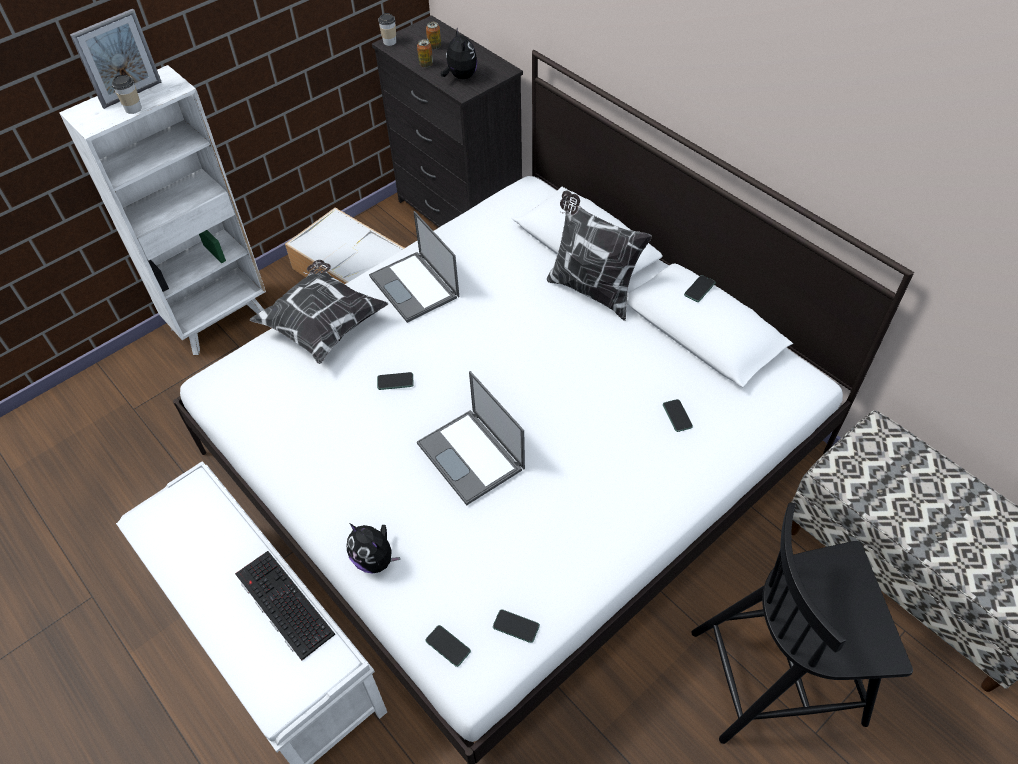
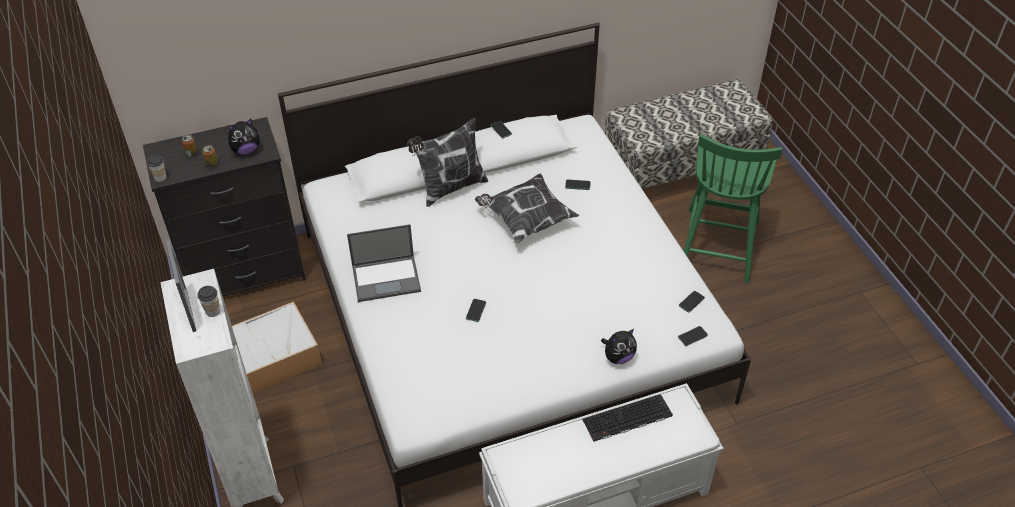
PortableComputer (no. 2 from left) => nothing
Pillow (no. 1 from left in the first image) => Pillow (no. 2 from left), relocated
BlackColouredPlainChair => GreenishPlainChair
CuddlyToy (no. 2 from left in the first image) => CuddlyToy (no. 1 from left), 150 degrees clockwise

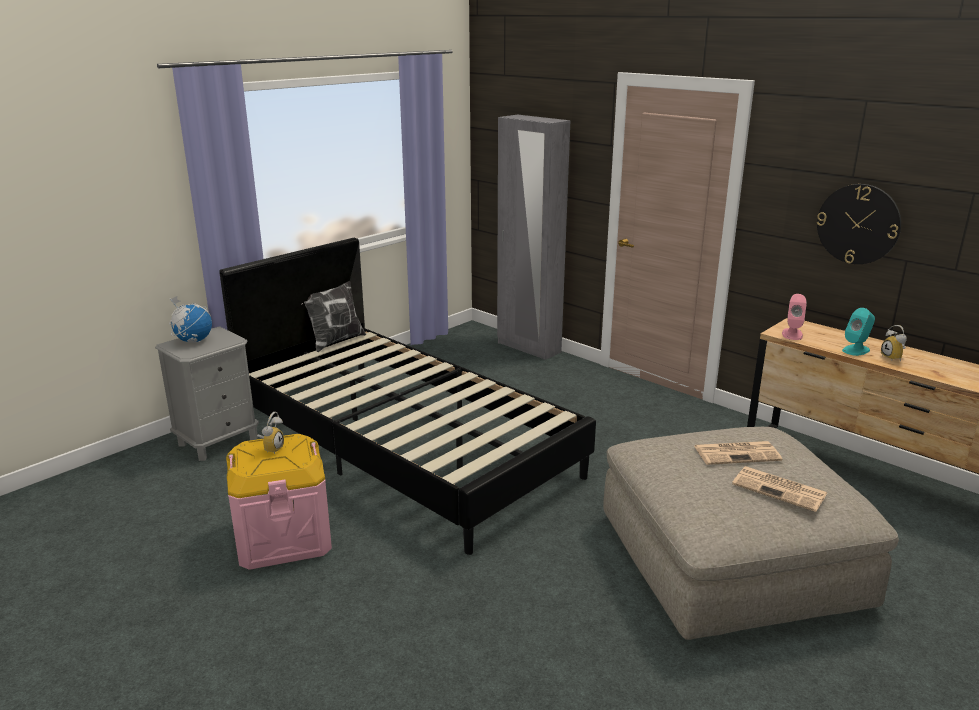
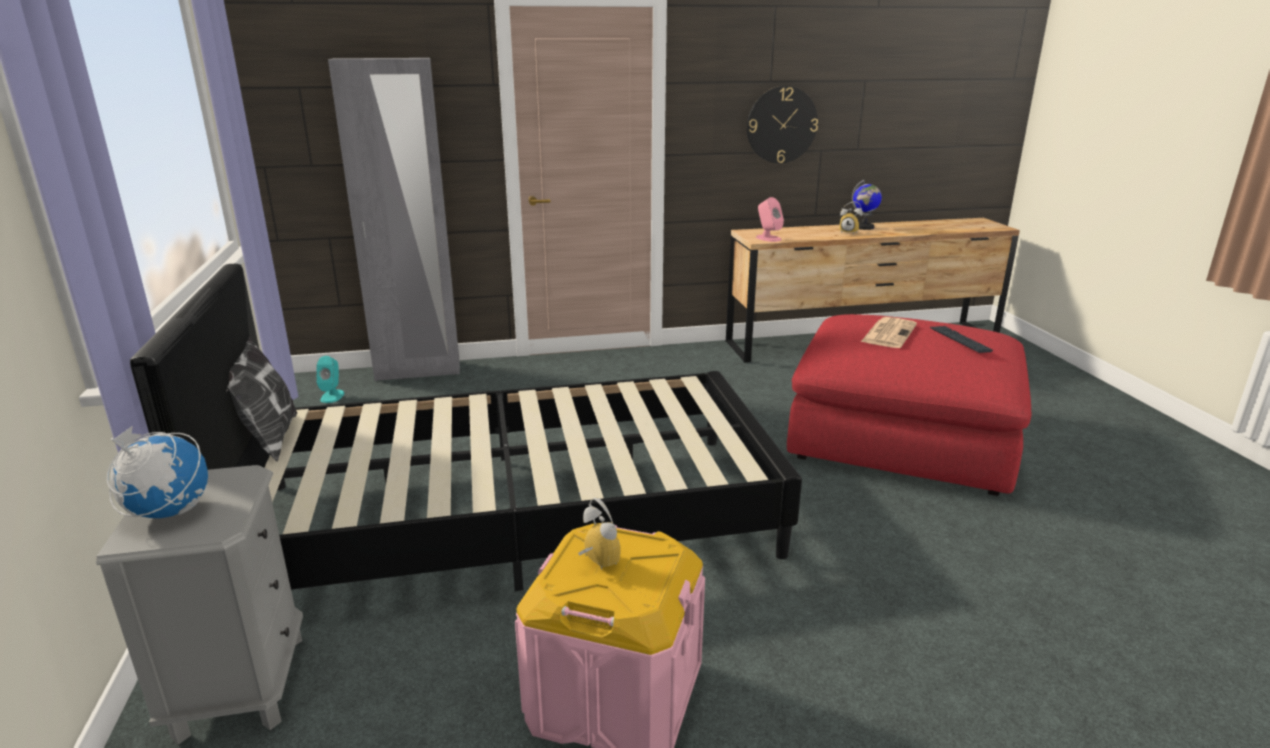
nothing => DeskGlobe (no. 2 from left)
TurquoiseSpeaker, relocated
DailyPaper (no. 2 from left) => Keyboard
BeigeColouredPouffe => RedColouredPouffe

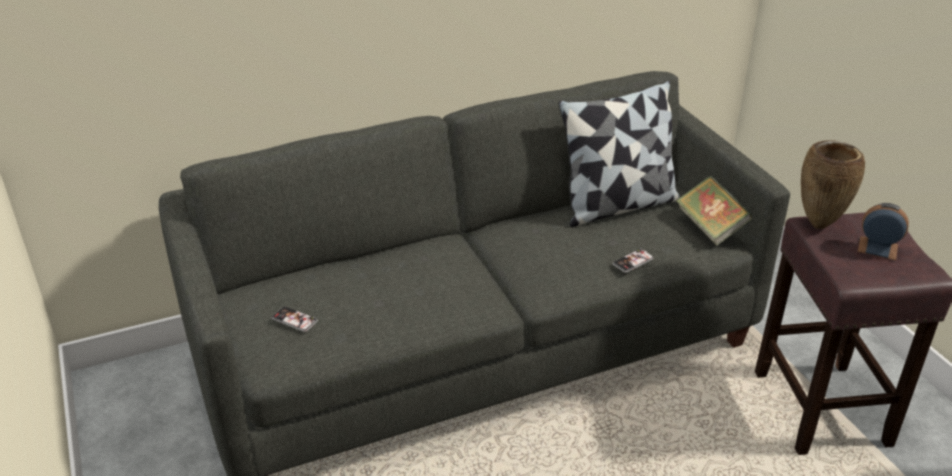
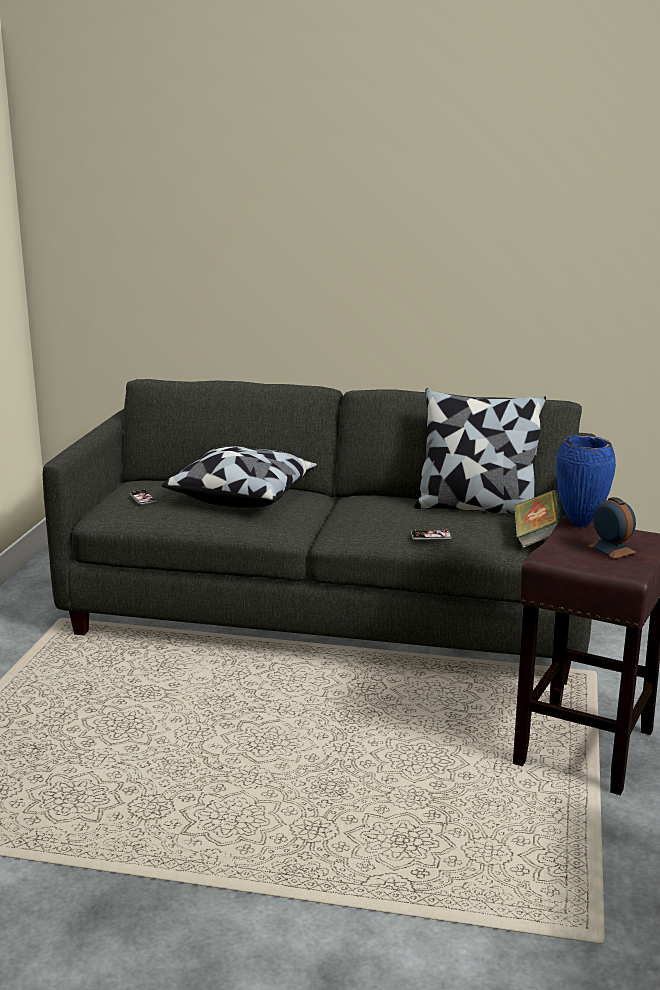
nothing => Pillow (no. 1 from left)
BrownColouredFlowerVase => BlueColouredFlowerVase

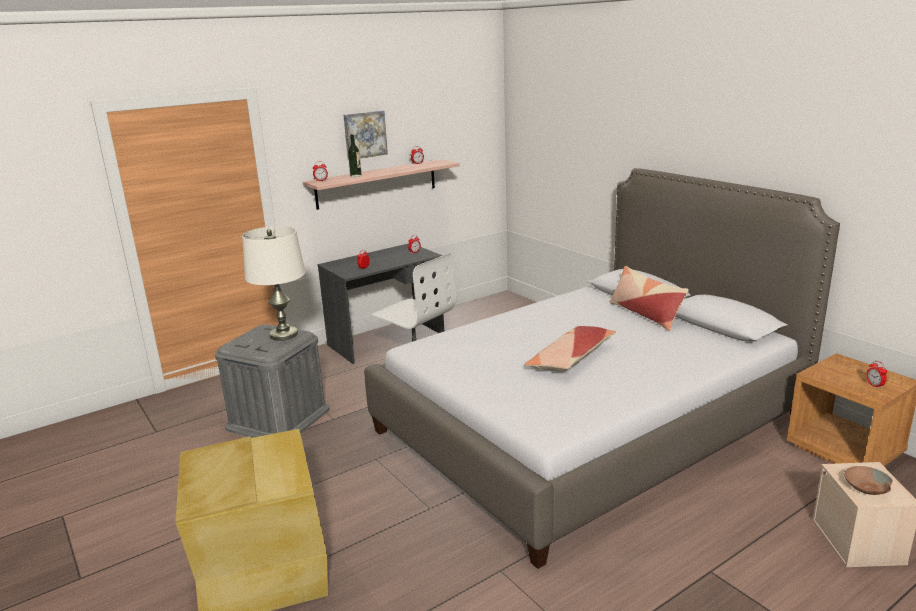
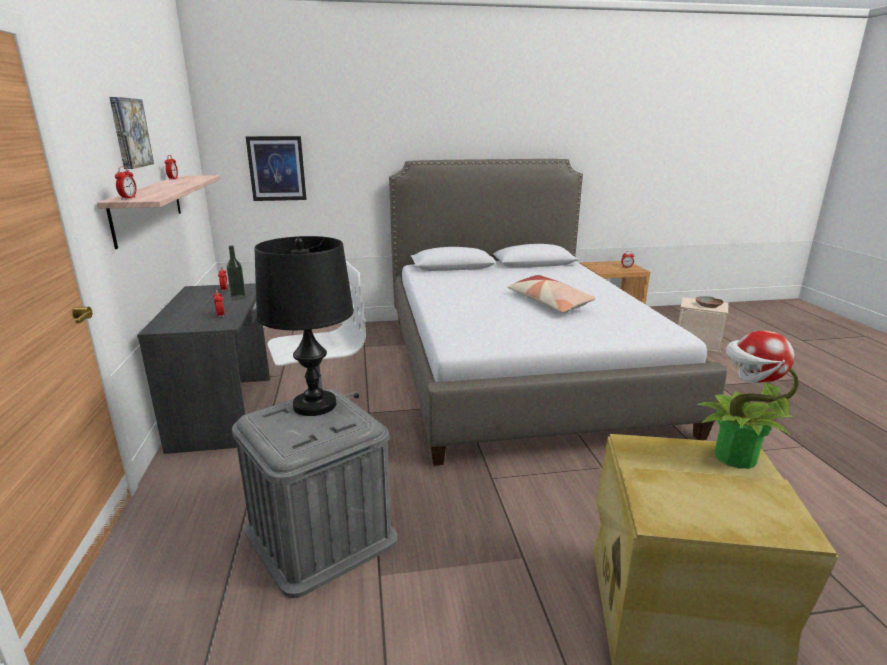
Pillow (no. 2 from left) => nothing
nothing => WallArt (no. 2 from left)
nothing => Houseplant
BeverageBottle, relocated
WhitishTabletopLamp => BlackColouredTabletopLamp

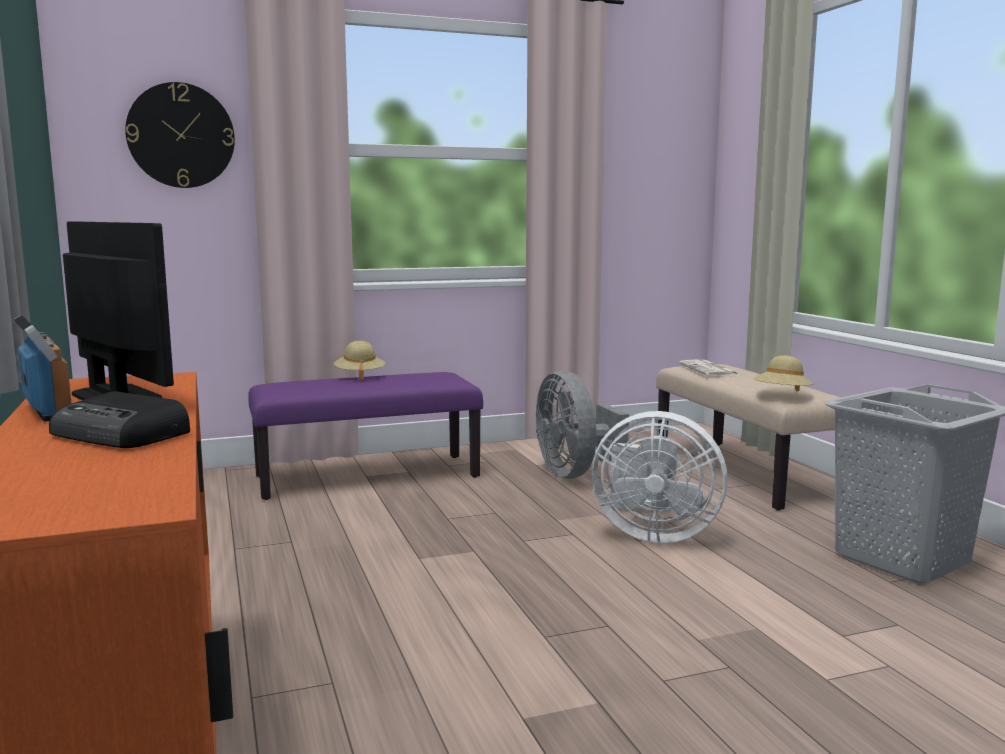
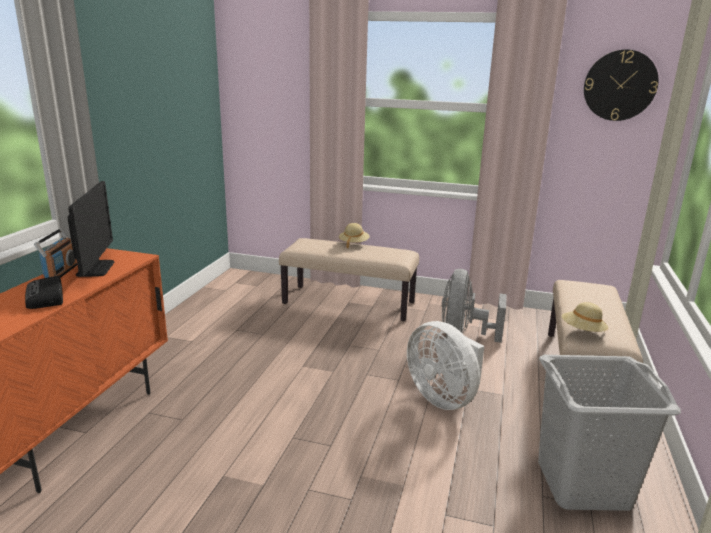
DailyPaper => nothing
ClockOnTheWall, relocated
PurpleLongSeat => BeigeColouredLongSeat (no. 1 from left)

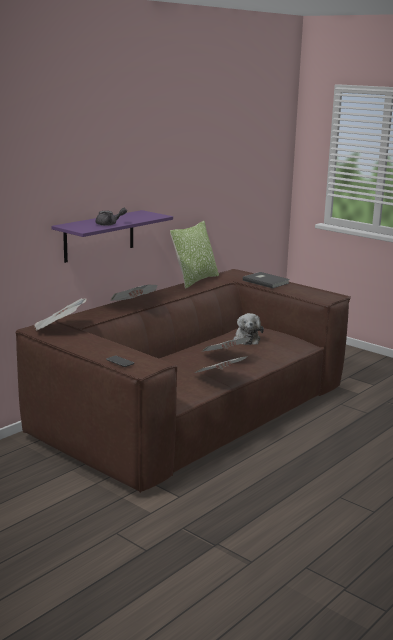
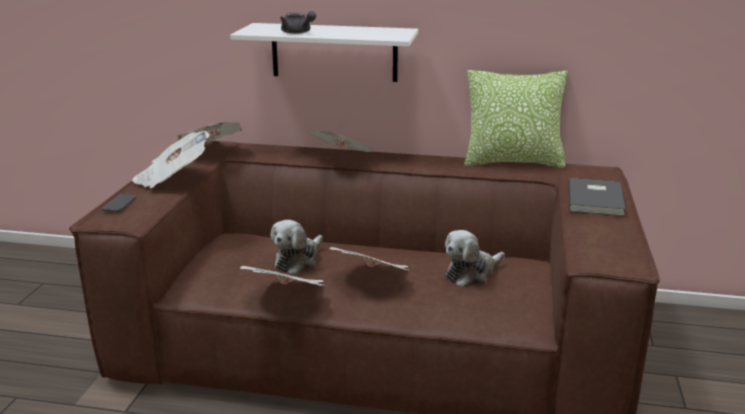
nothing => DailyPaper (no. 1 from left)
nothing => CuddlyToy (no. 1 from left)
PurpleShelf => WhitishShelf

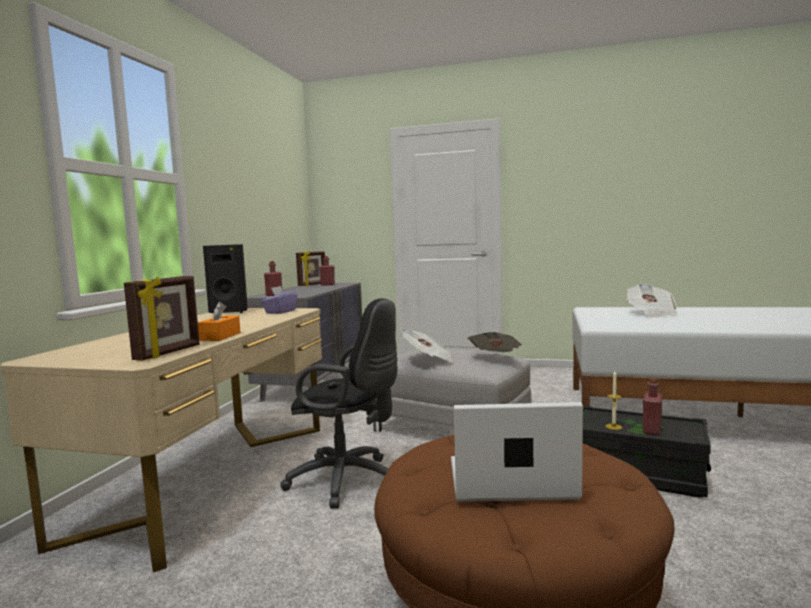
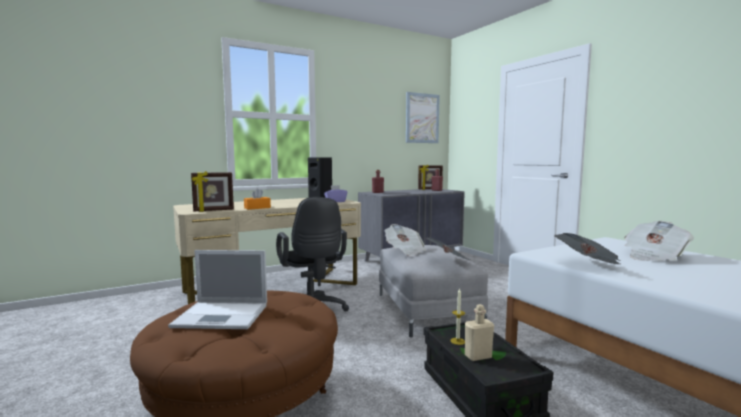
nothing => WallArt
nothing => DailyPaper (no. 3 from left)
RedColouredBeverageBottle (no. 3 from left) => BeigeColouredBeverageBottle
PortableComputer, 135 degrees clockwise

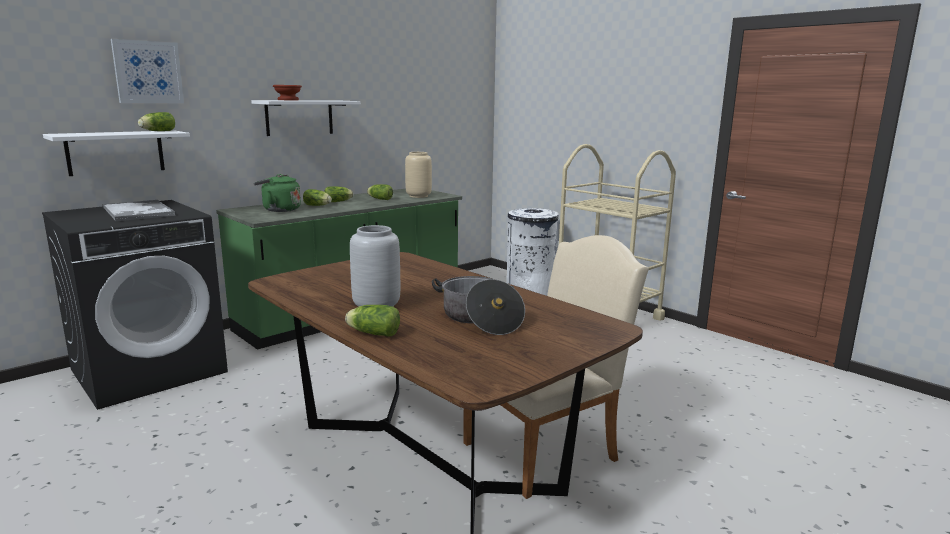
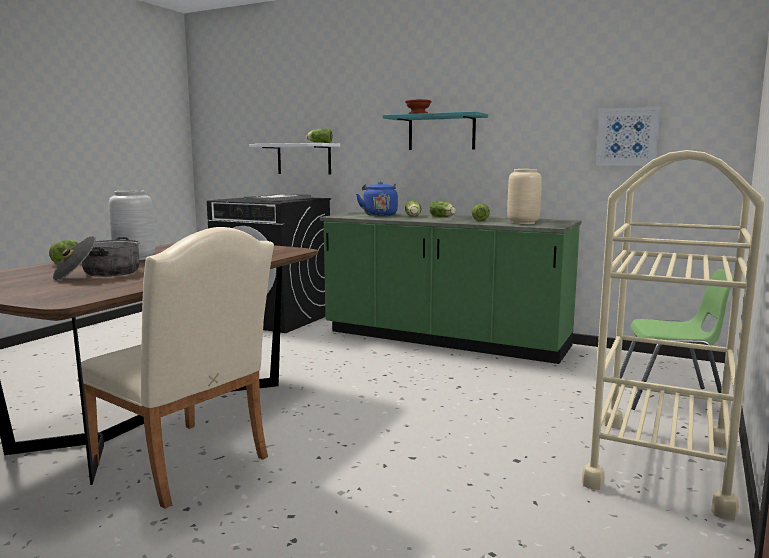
WallArt, relocated
WhitishTrashCan => GreenishPlainChair
WhitishShelf (no. 2 from left) => TurquoiseShelf
GreenishTeaKettle => BlueColouredTeaKettle

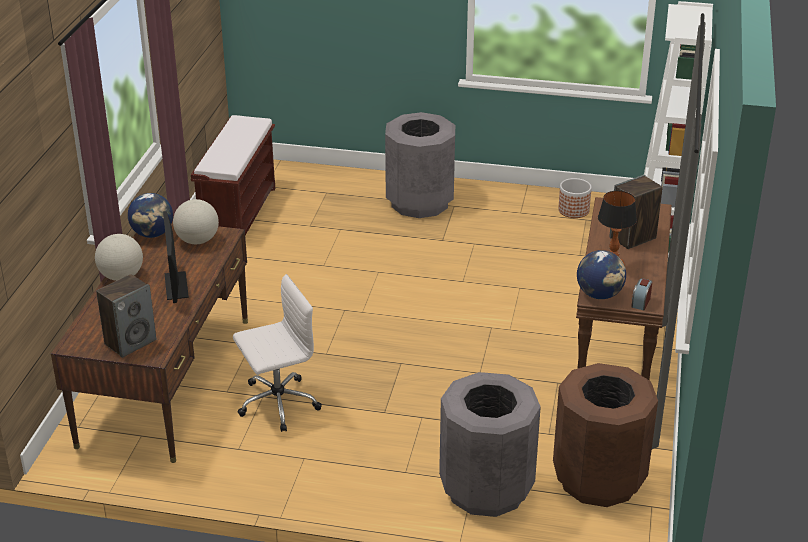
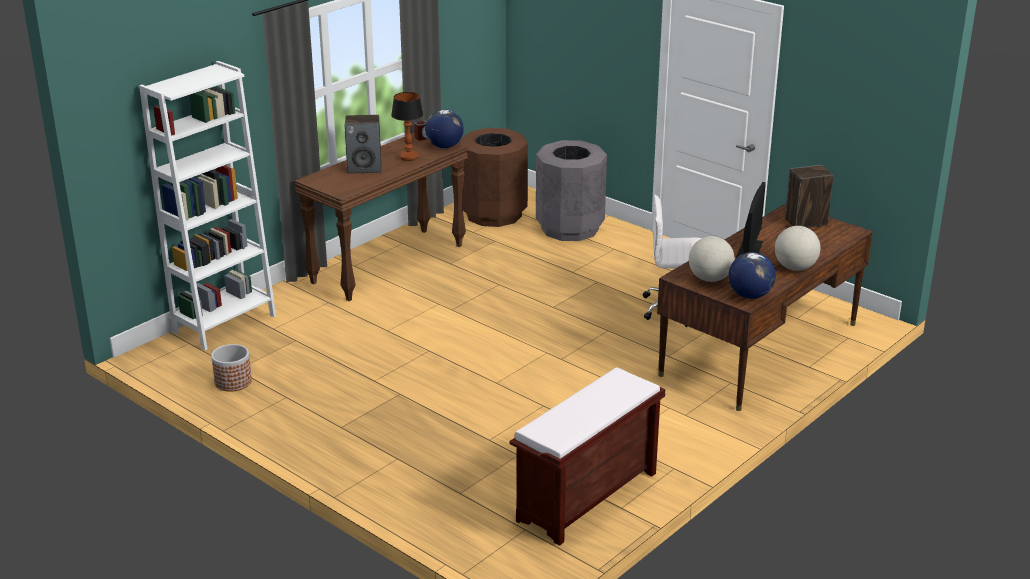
GreyishTrashCan (no. 1 from left) => nothing

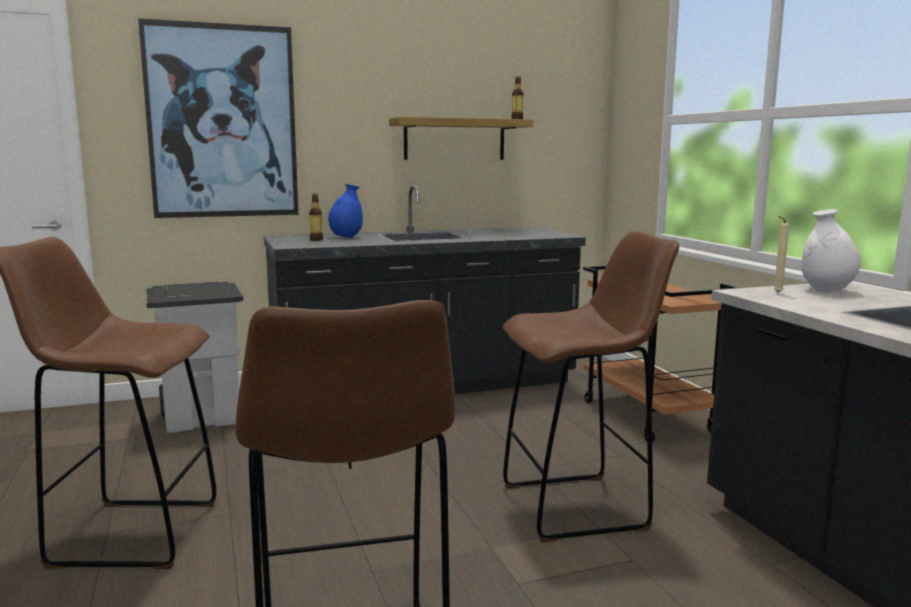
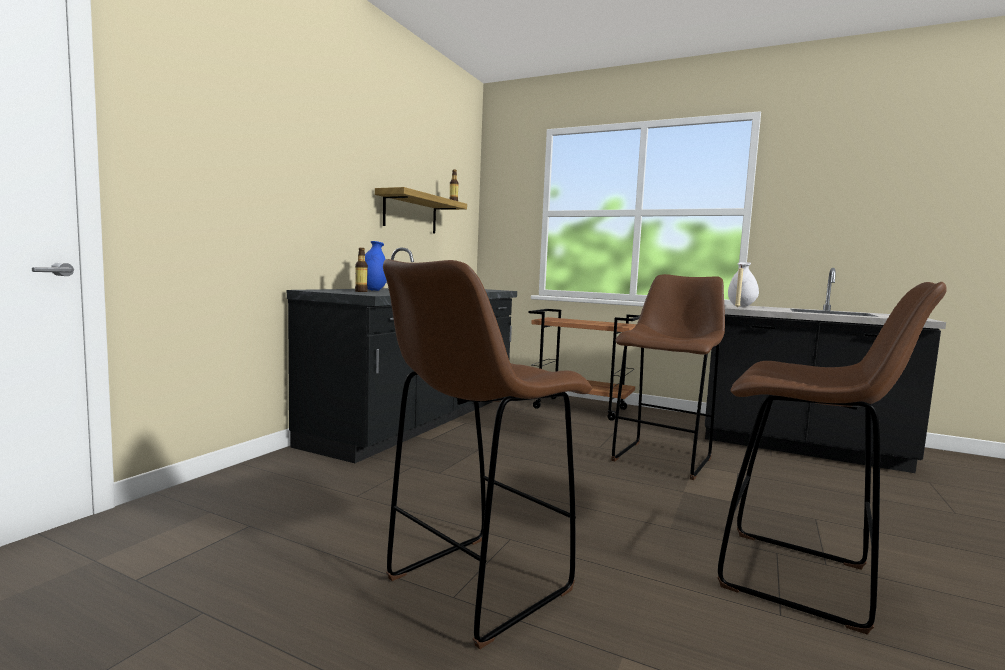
WallArt => nothing
GreyishTrashCan => nothing

